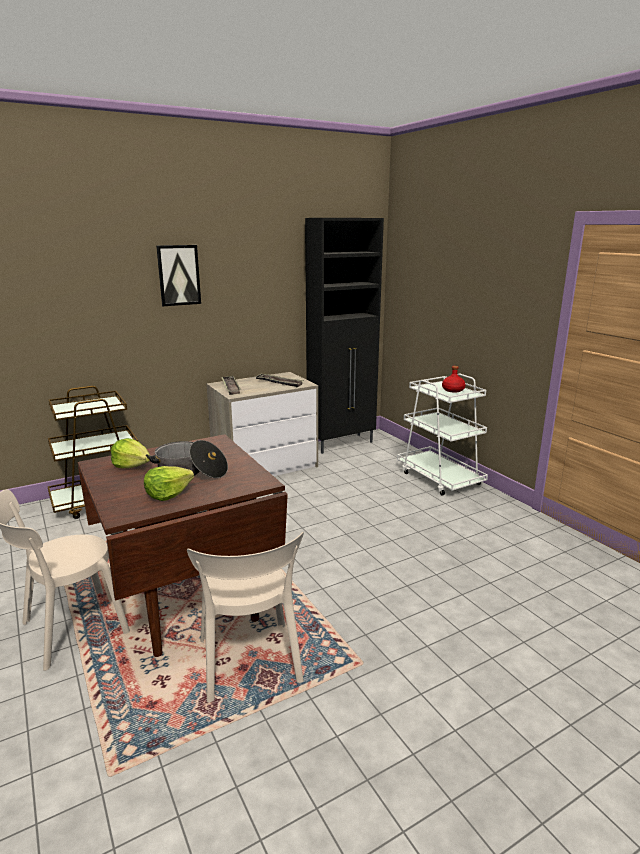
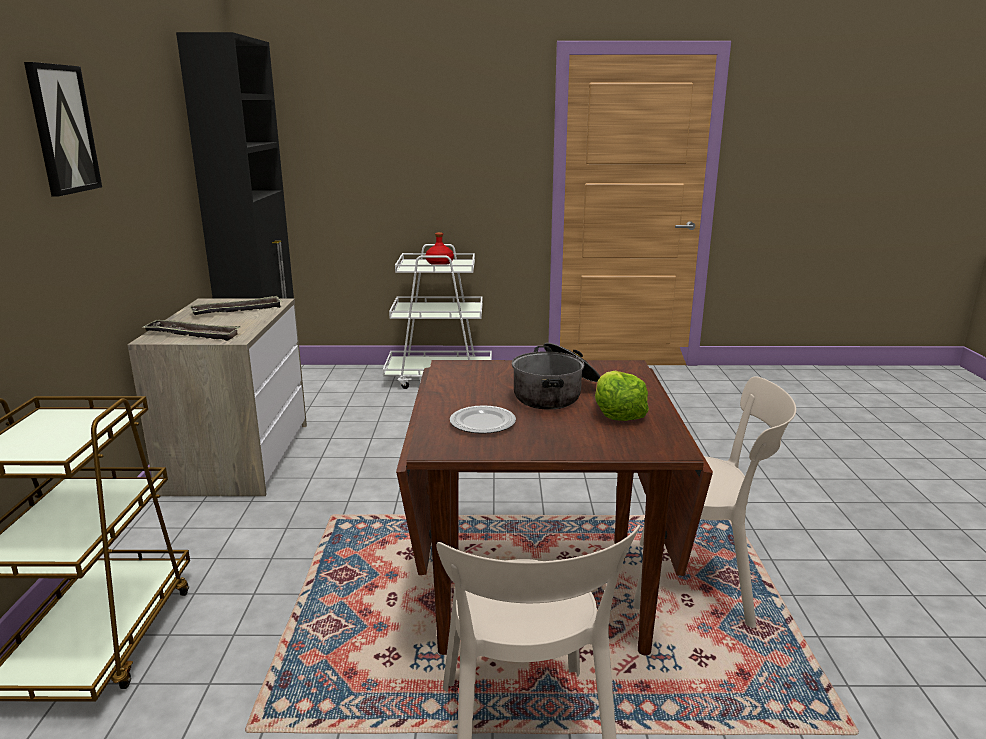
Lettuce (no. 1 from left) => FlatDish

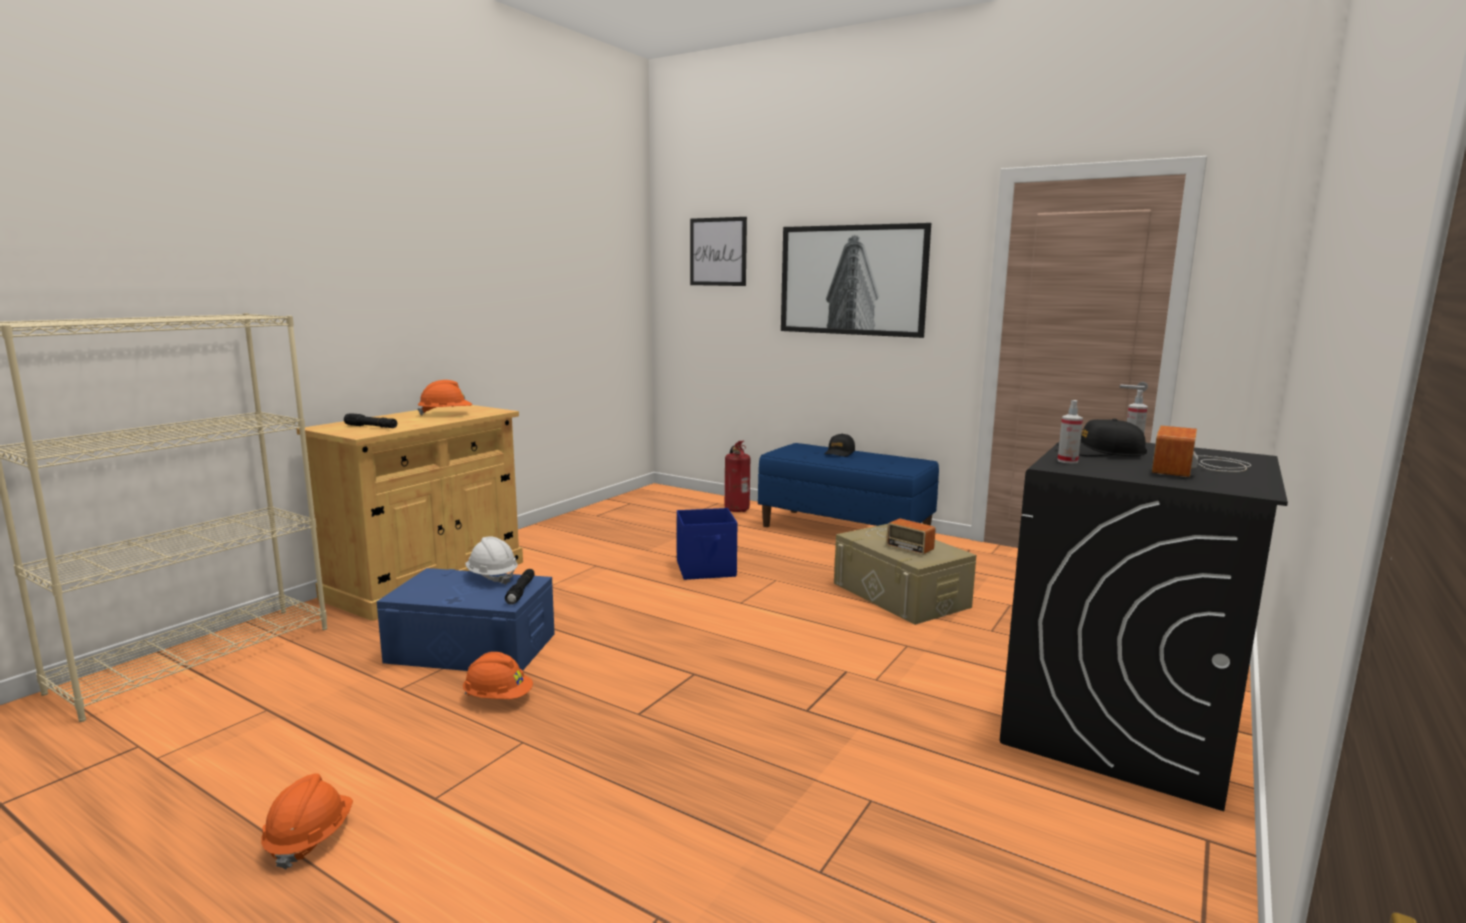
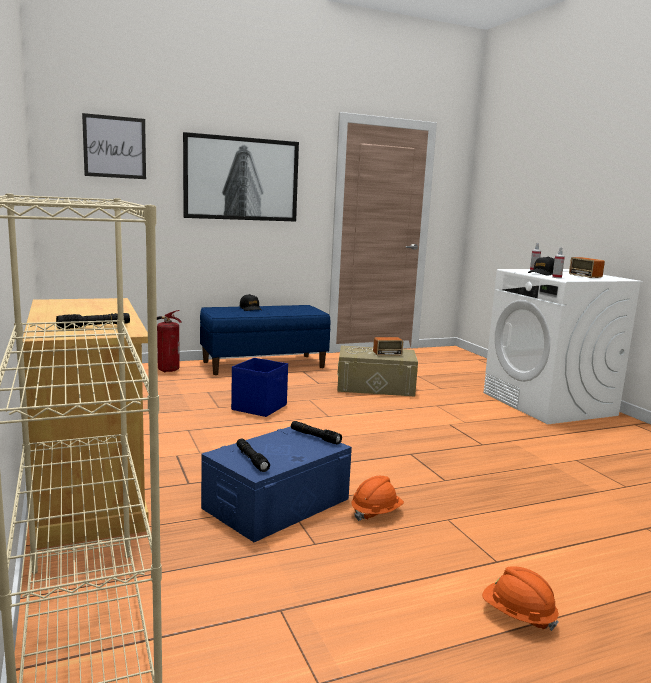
OrangeyWorkHelmet (no. 2 from left) => nothing
WhitishWorkHelmet => nothing
nothing => BlackColouredTorch (no. 2 from left)
BlackColouredWashingMachine => WhitishWashingMachine

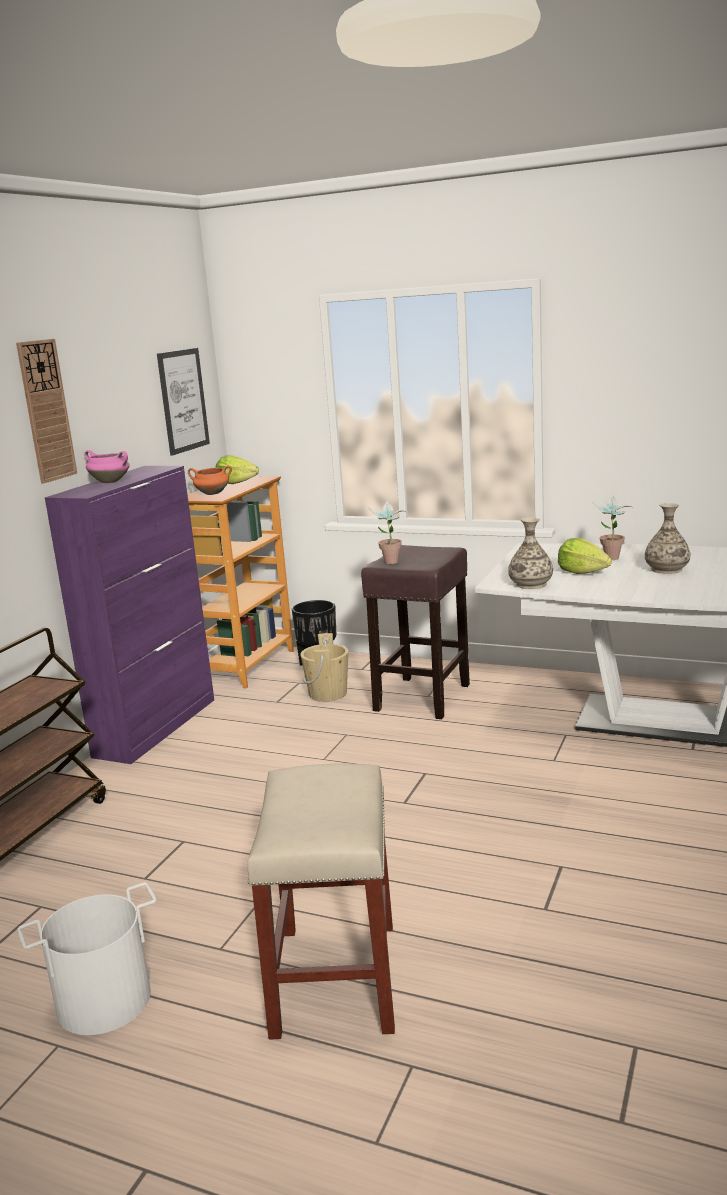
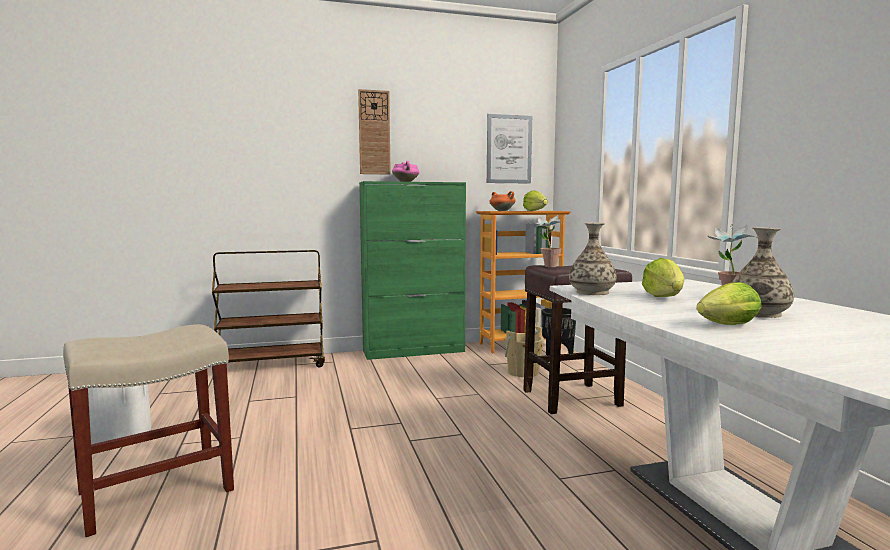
nothing => Lettuce (no. 3 from left)
PurpleCupboard => GreenishCupboard

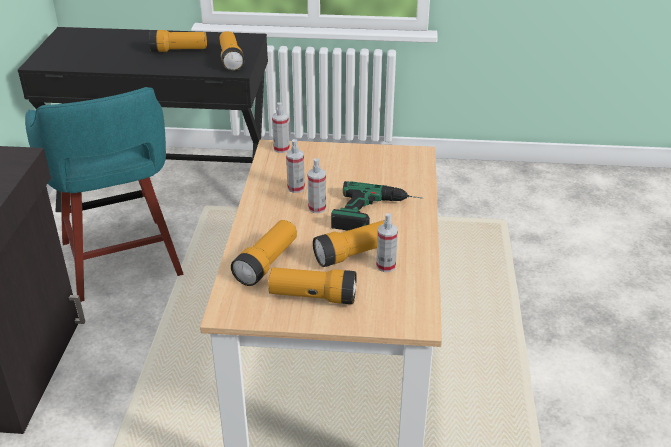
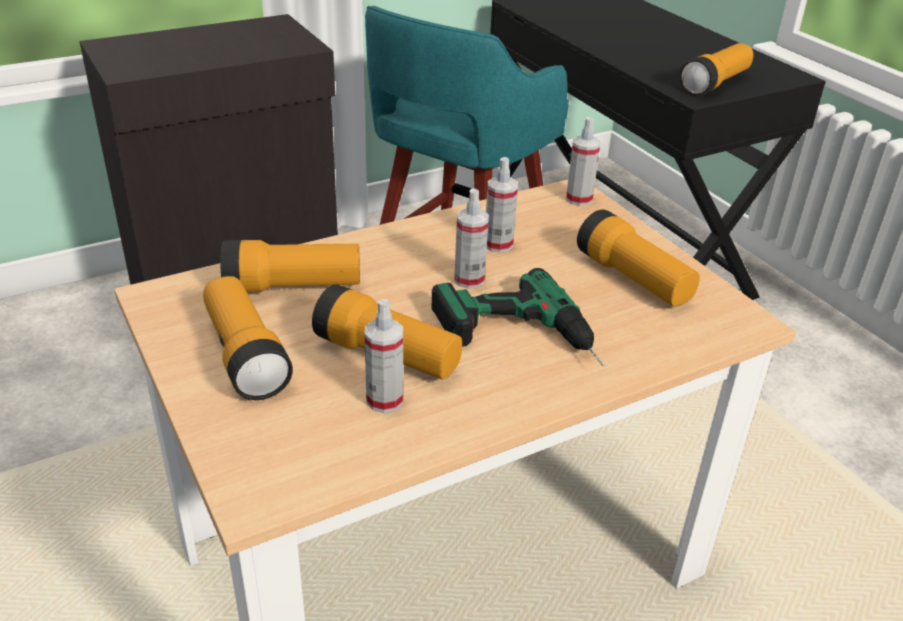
Torch (no. 1 from left in the first image) => Torch (no. 4 from left), relocated

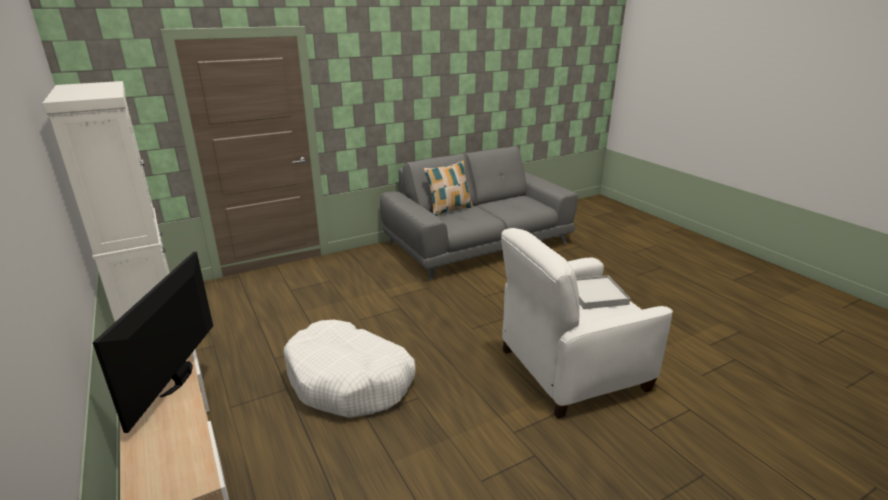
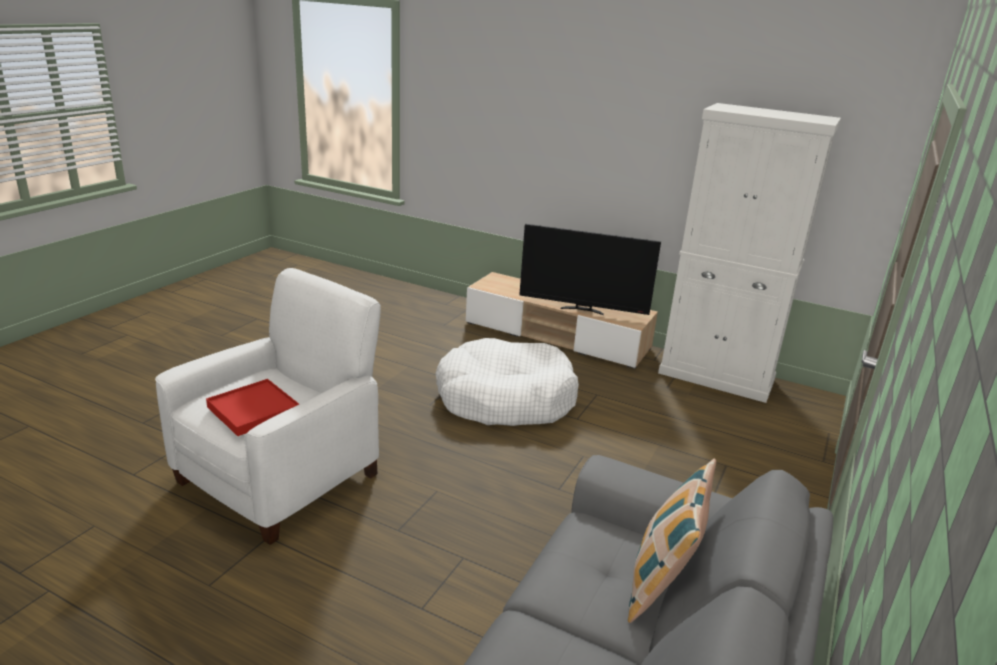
WhitishTray => RedColouredTray
Television, 135 degrees clockwise

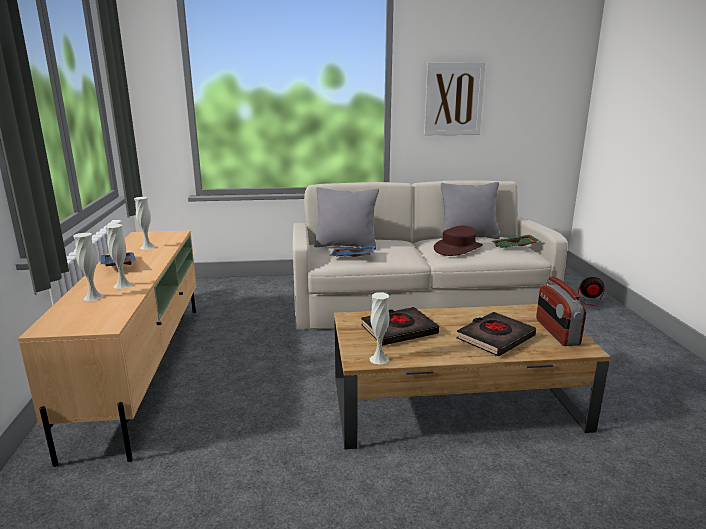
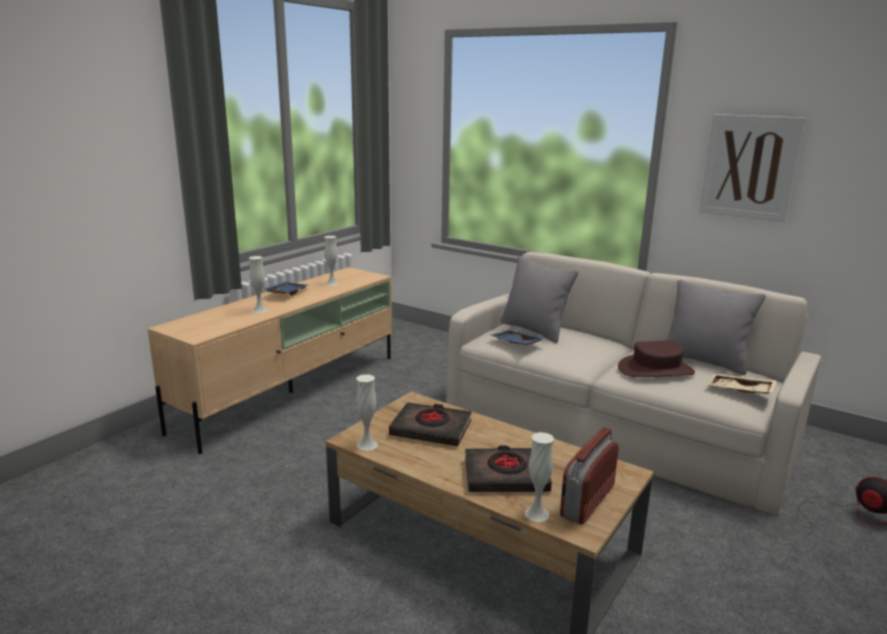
WhitishFlowerVase (no. 1 from left in the first image) => WhitishFlowerVase (no. 4 from left), relocated
GreenishTray => BeigeColouredTray

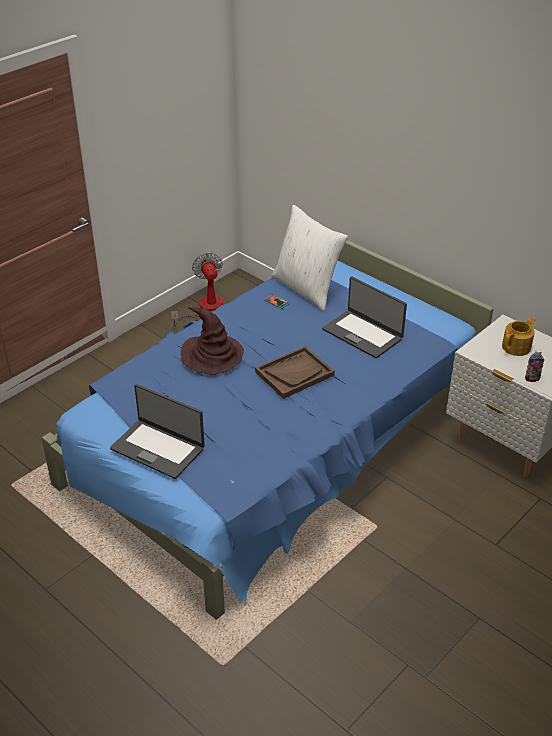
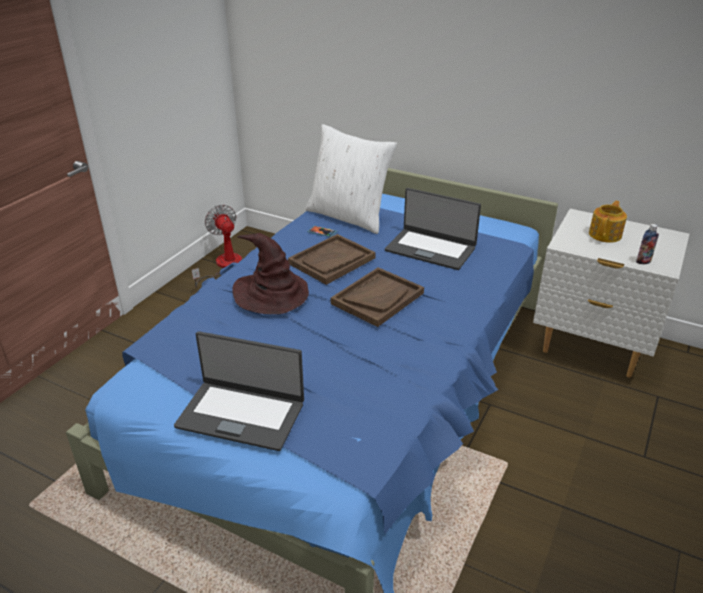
nothing => BrownColouredTray (no. 1 from left)

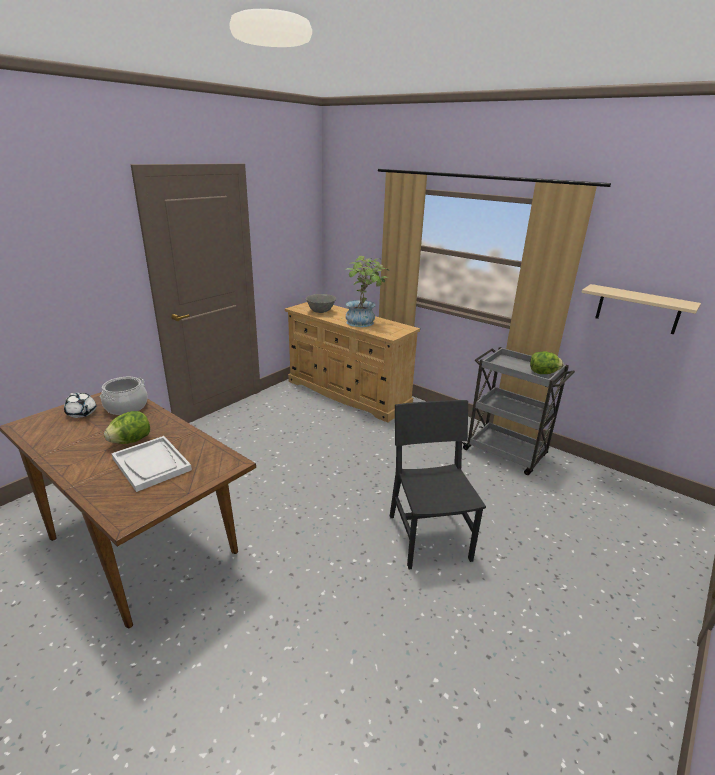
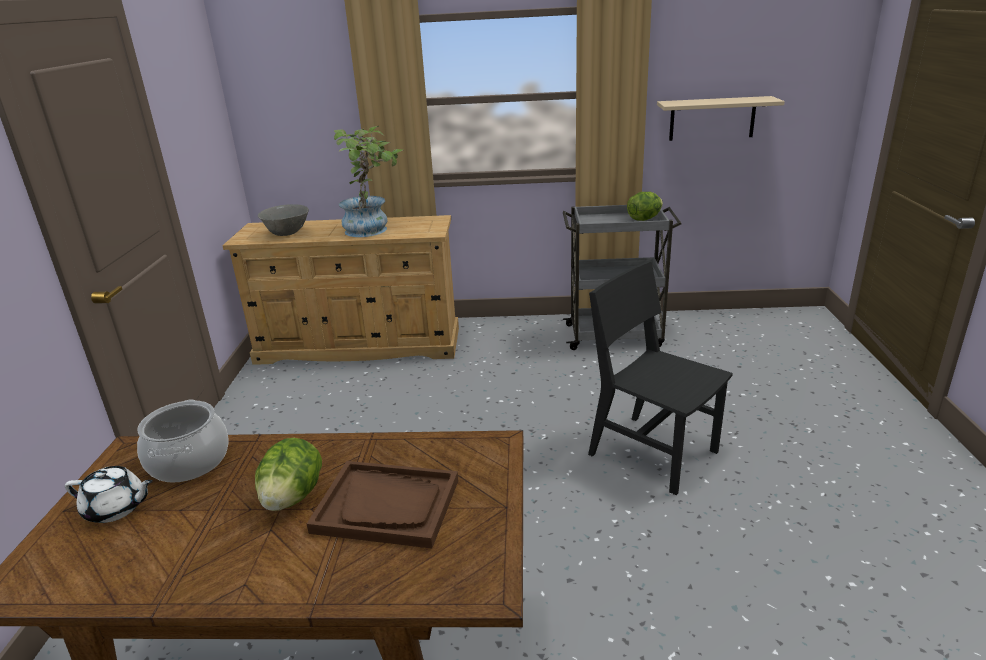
WhitishTray => BrownColouredTray

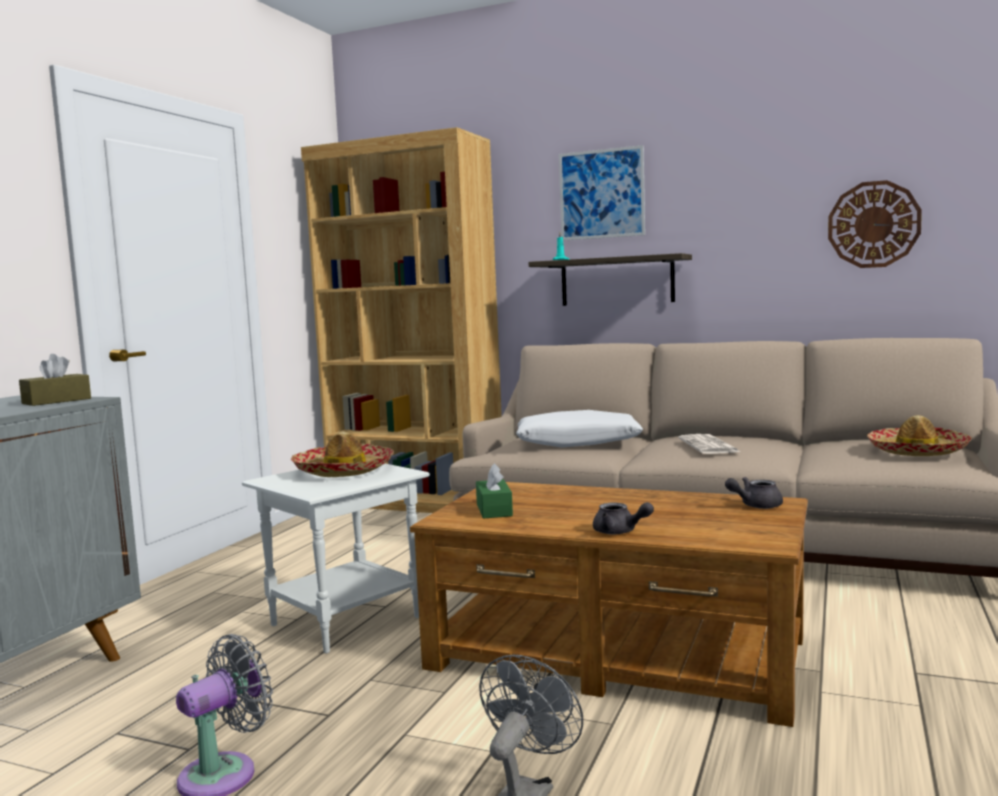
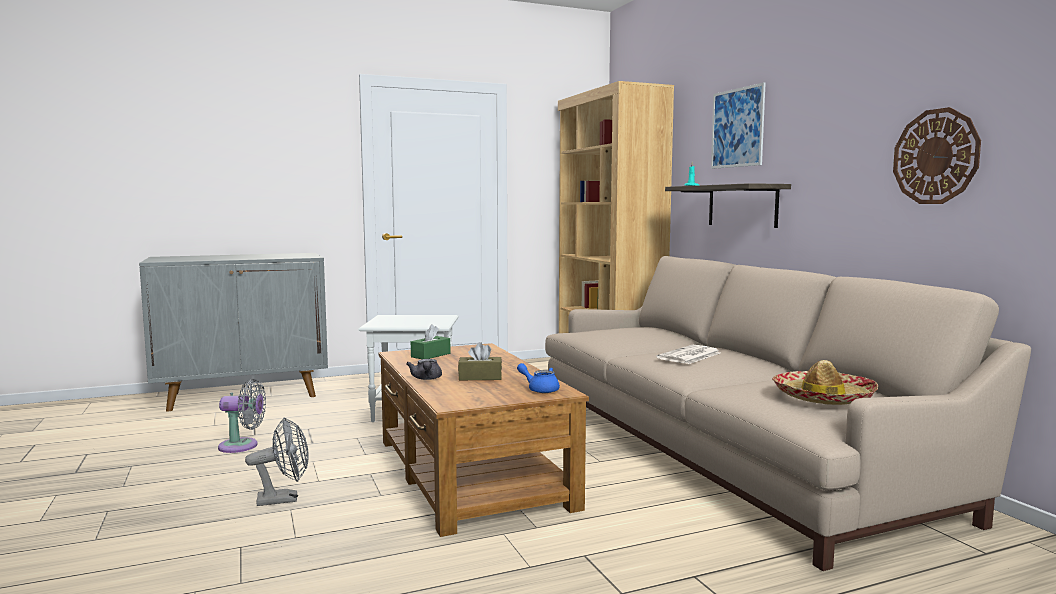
Hat (no. 1 from left) => nothing
WhitishPillow => nothing
BrownColouredBoxOfTissues, relocated
GreyishTeaPot (no. 2 from left) => BlueColouredTeaPot

